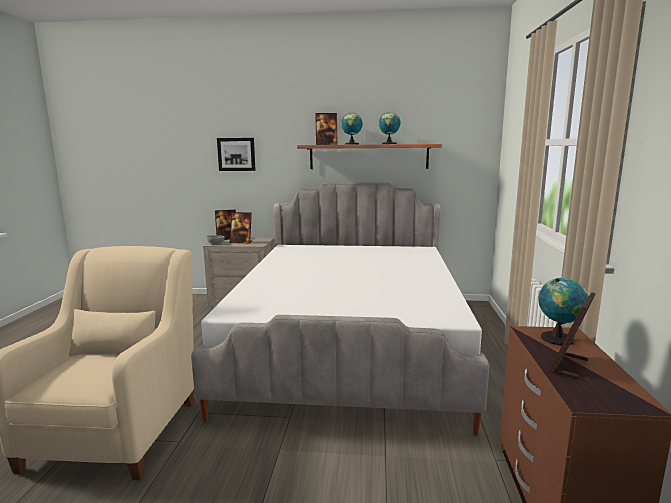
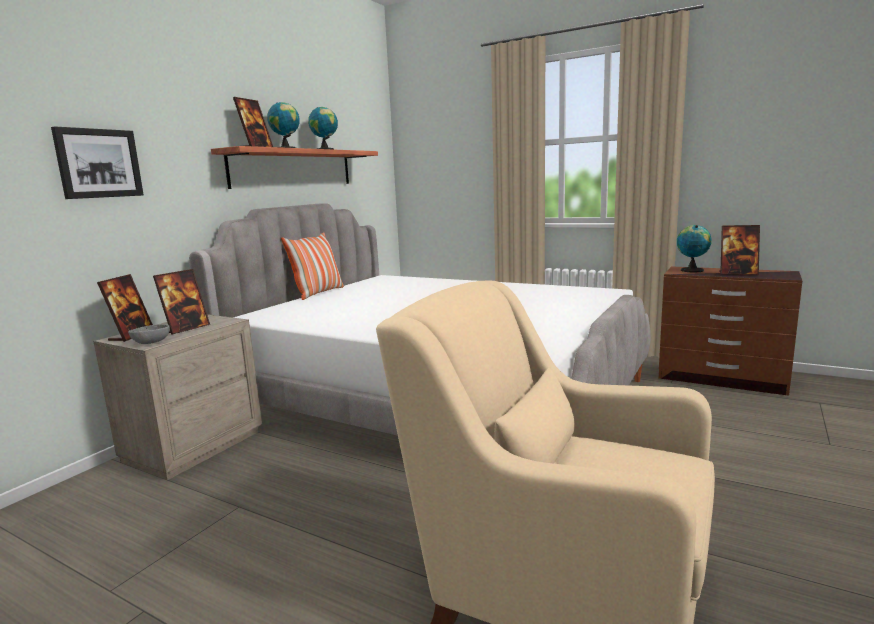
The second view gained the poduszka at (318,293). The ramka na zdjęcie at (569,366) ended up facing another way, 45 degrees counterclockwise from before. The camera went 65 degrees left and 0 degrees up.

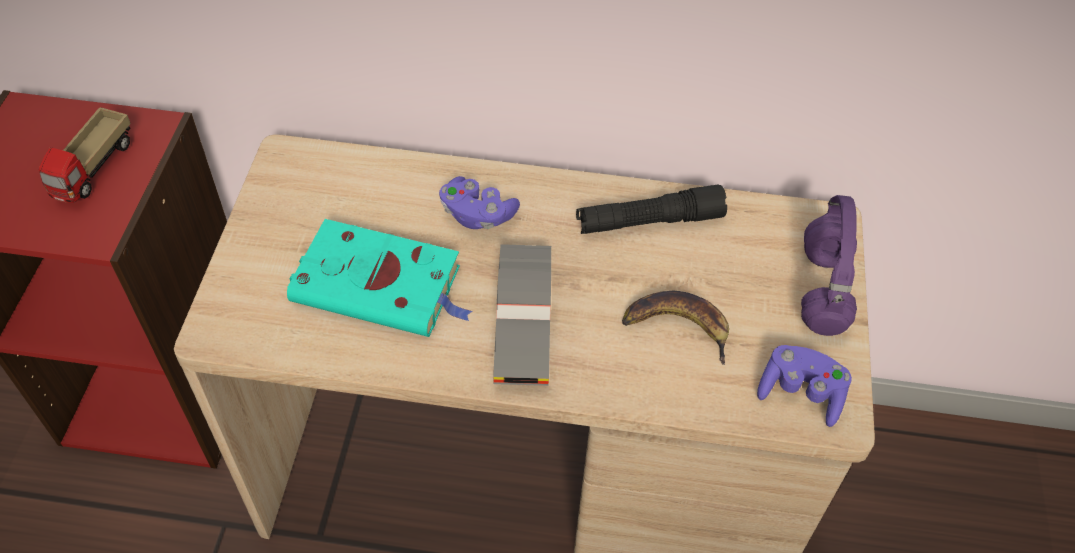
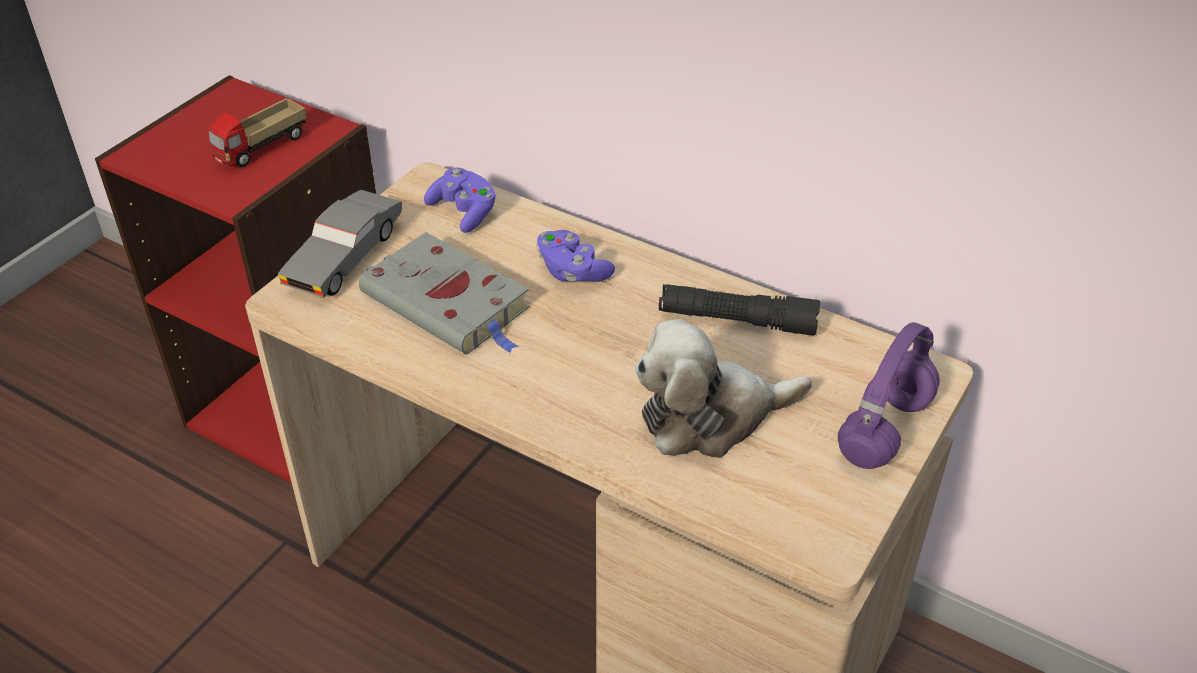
The samochodzik [szary] ended up elsewhere, having gone from (523,324) to (345,257). The pad do gier [fioletowy] ended up elsewhere, having gone from (800,393) to (464,212). Where the banan stood at (678,327), the pluszak came to stand at (711,417). What was the książka [turkusowy] at (381,286) turned into the książka [szary] at (449,303). The camera went 25 degrees right and 10 degrees down.

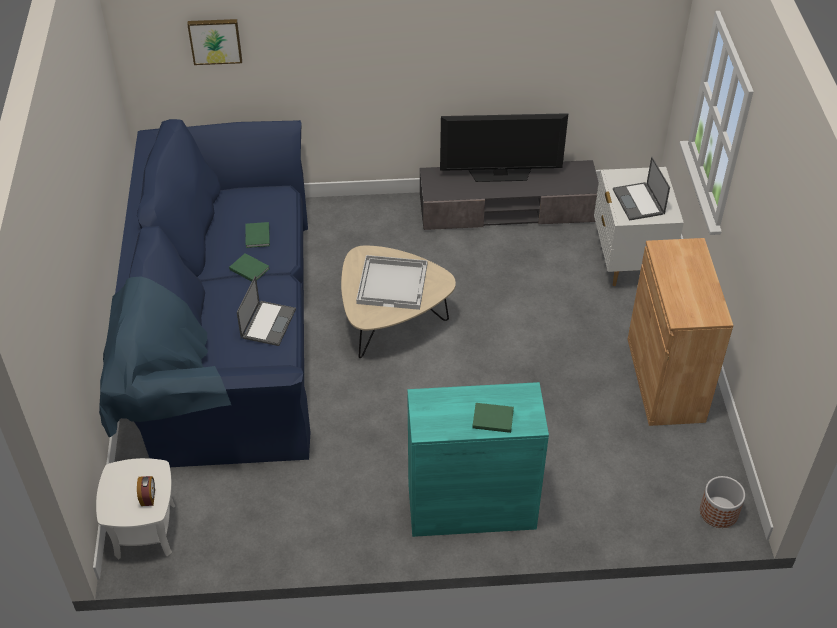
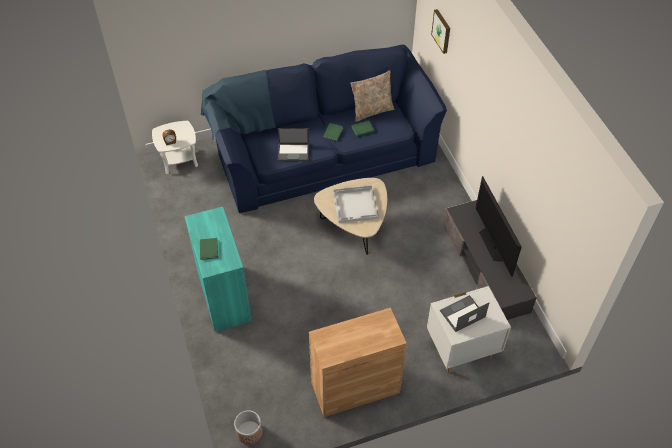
The second view gained the poduszka [beżowy] at (372,110). The camera went 75 degrees right and 5 degrees up.

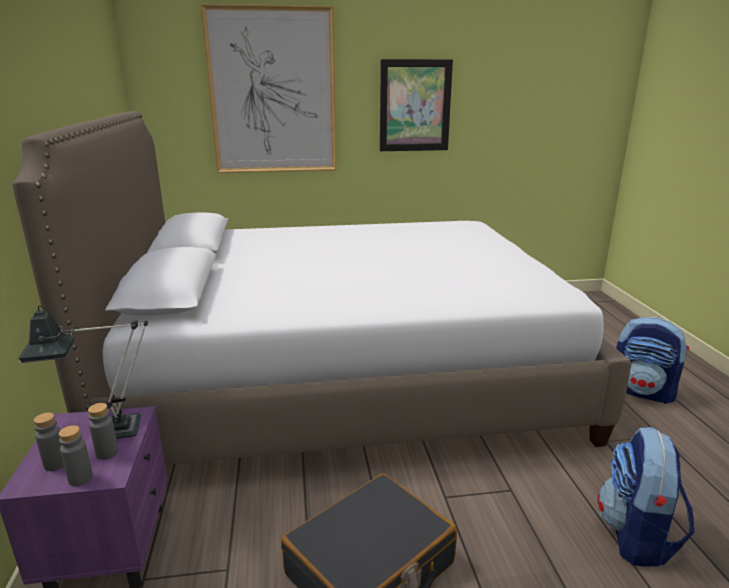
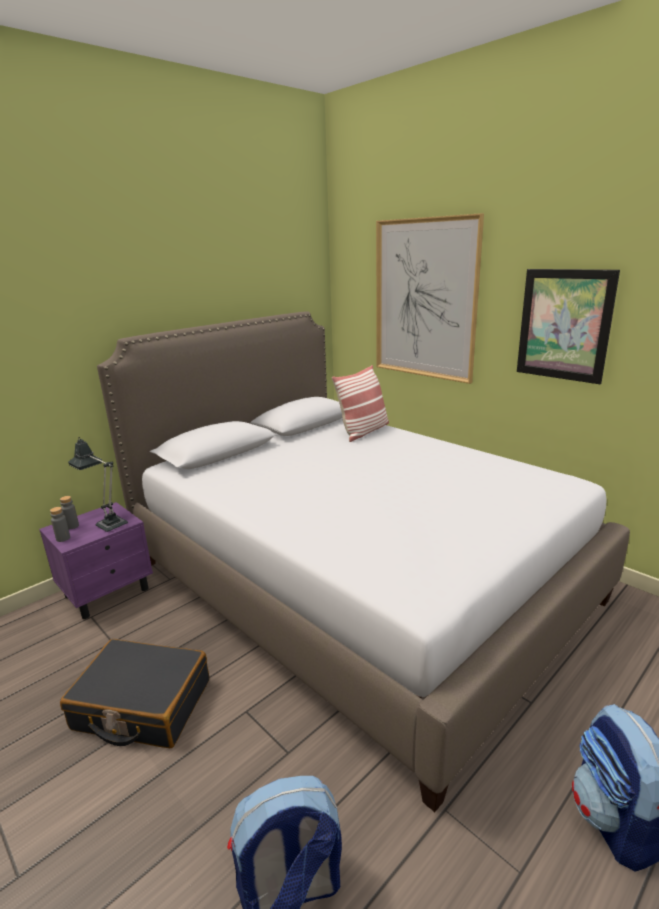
The second view lost the butelka [szary] at (107,453). The second view gained the poduszka at (363,431). The camera went 55 degrees right and 0 degrees up.

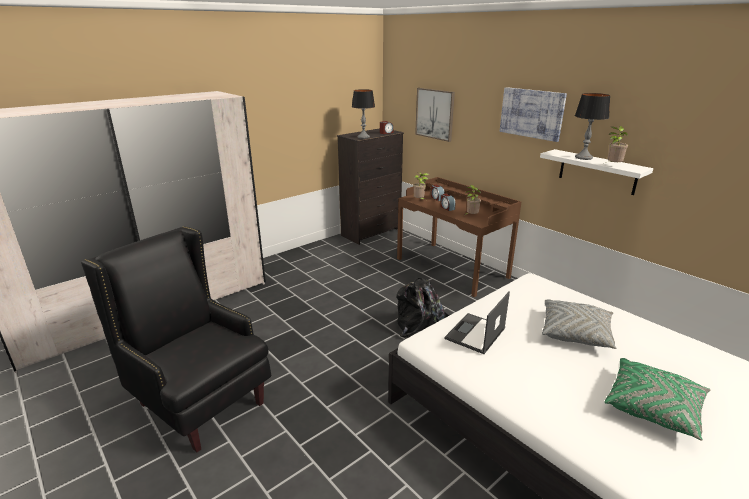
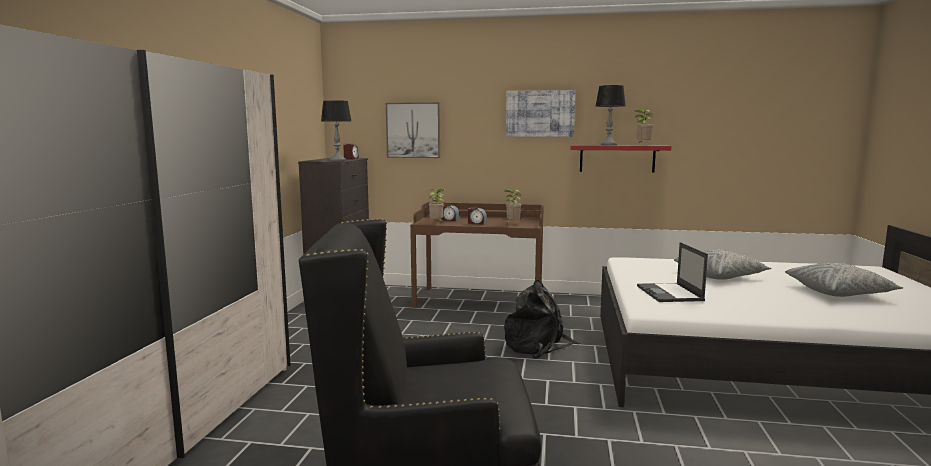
What was the półka [biały] at (597,172) turned into the półka [czerwony] at (617,158). What was the poduszka [zielony] at (653,407) turned into the poduszka [szary] at (839,292). The camera went 40 degrees left and 15 degrees down.

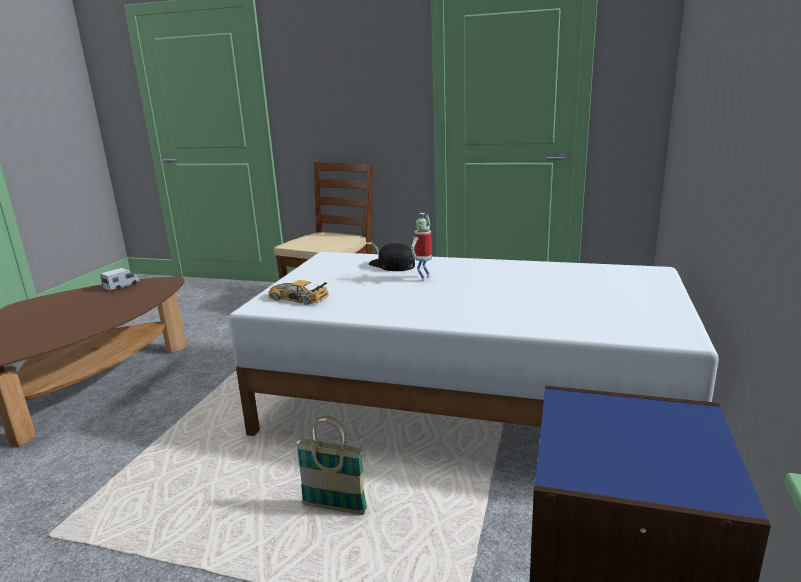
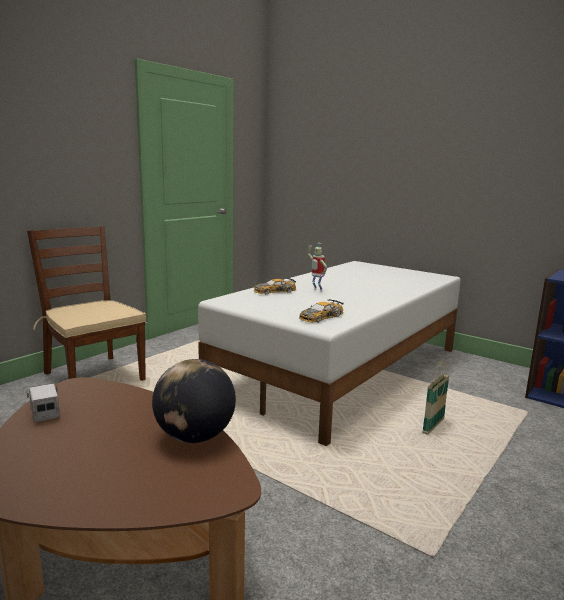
The second view gained the globus at (195,436). Where the czapka z daszkiem [czarny] stood at (392,264), the samochodzik came to stand at (274,291). The camera went 70 degrees left and 5 degrees down.

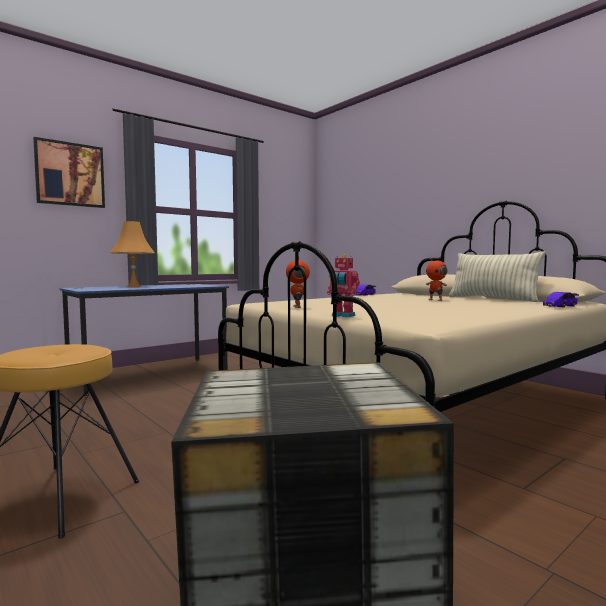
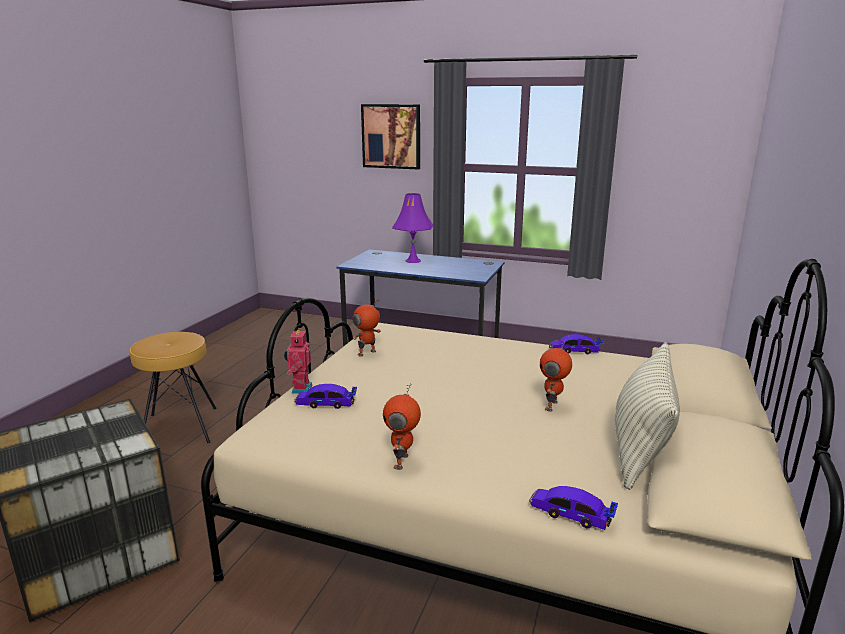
The second view gained the samochodzik at (326,403). The second view gained the robot zabawkowy at (402,462). What was the lampa stołowa [pomarańczowy] at (134,286) turned into the lampa stołowa [fioletowy] at (413,261). The camera went 60 degrees right and 15 degrees up.

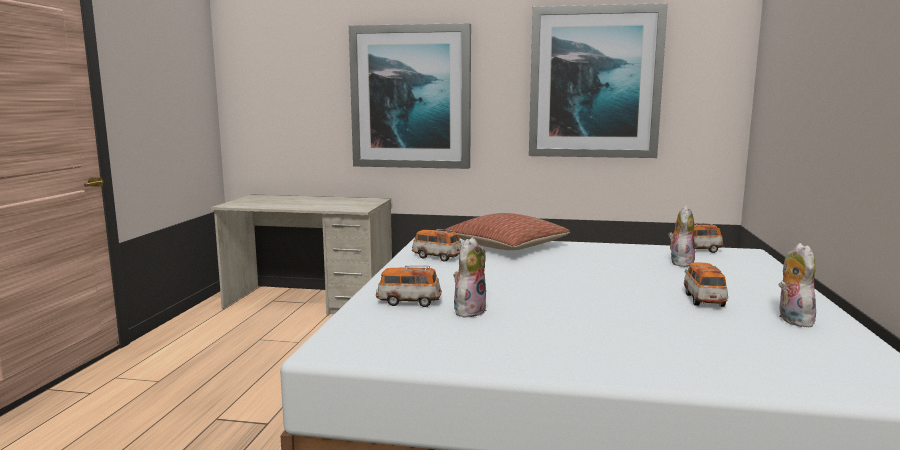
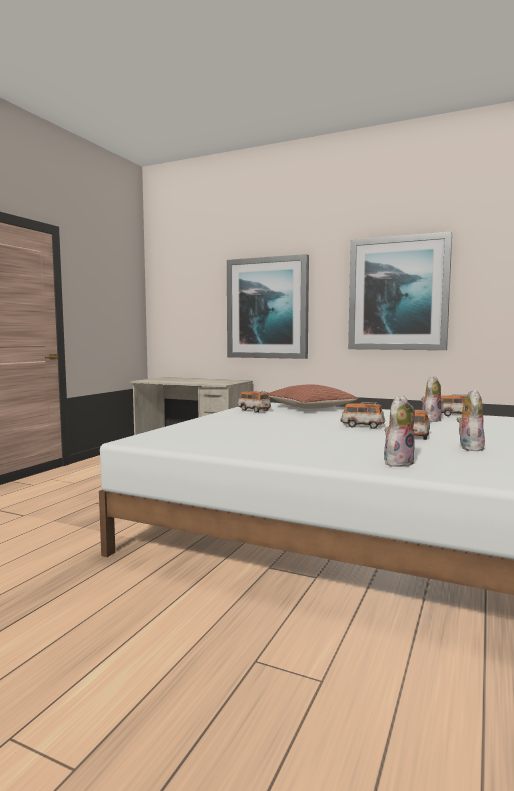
The samochodzik ended up elsewhere, having gone from (408,302) to (362,426). The pluszak ended up elsewhere, having gone from (469,310) to (398,462). The camera went 15 degrees right and 5 degrees down.

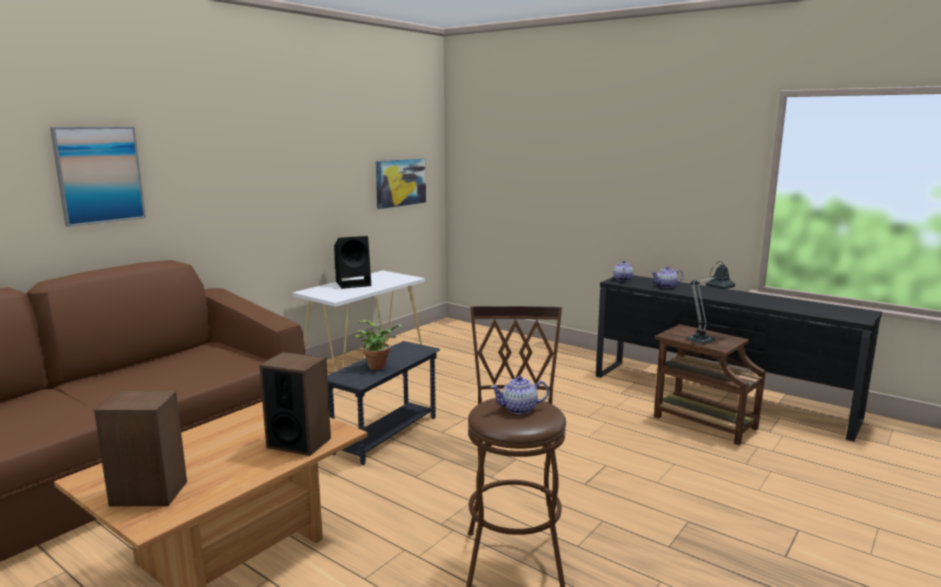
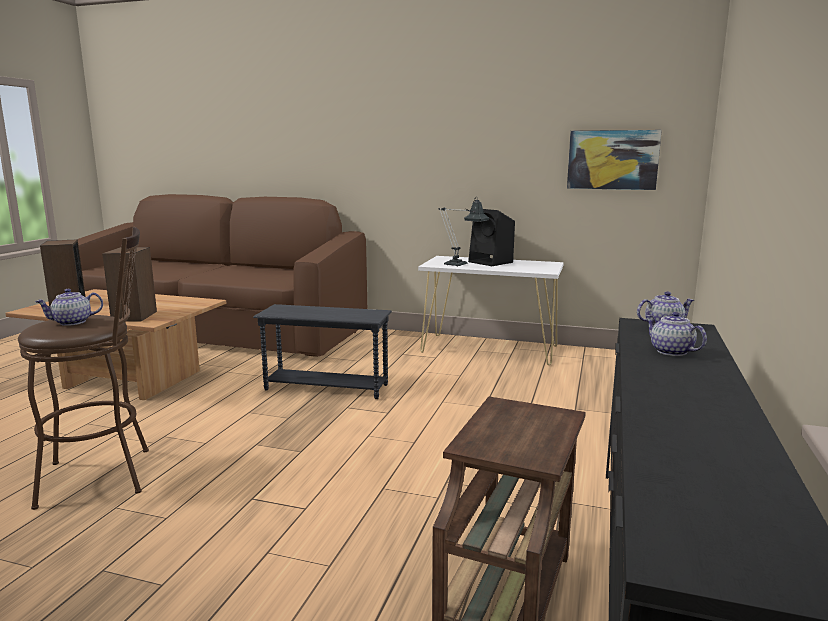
The second view lost the obraz at (99,175). The second view lost the roślina doniczkowa at (379,366). The lampa stołowa ended up elsewhere, having gone from (704,339) to (460,265). The imbryk at (519,409) ended up facing another way, 90 degrees counterclockwise from before. The camera went 70 degrees right and 0 degrees up.

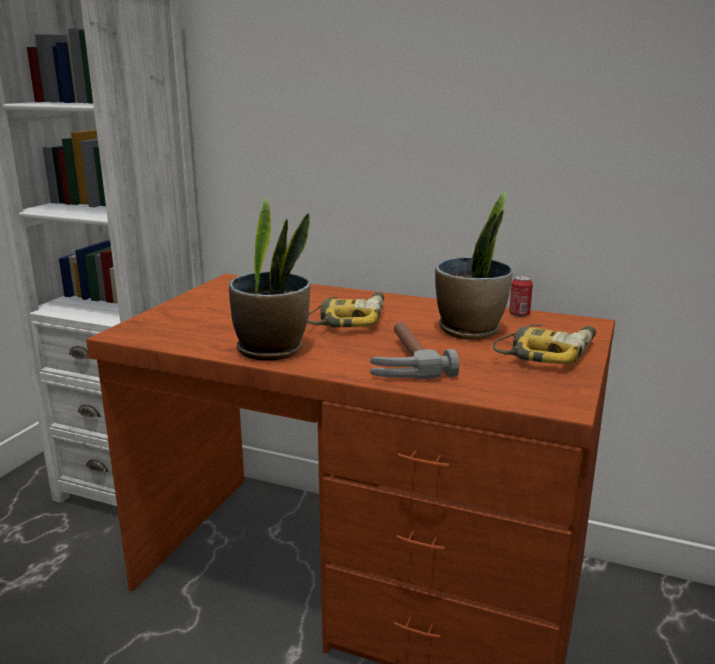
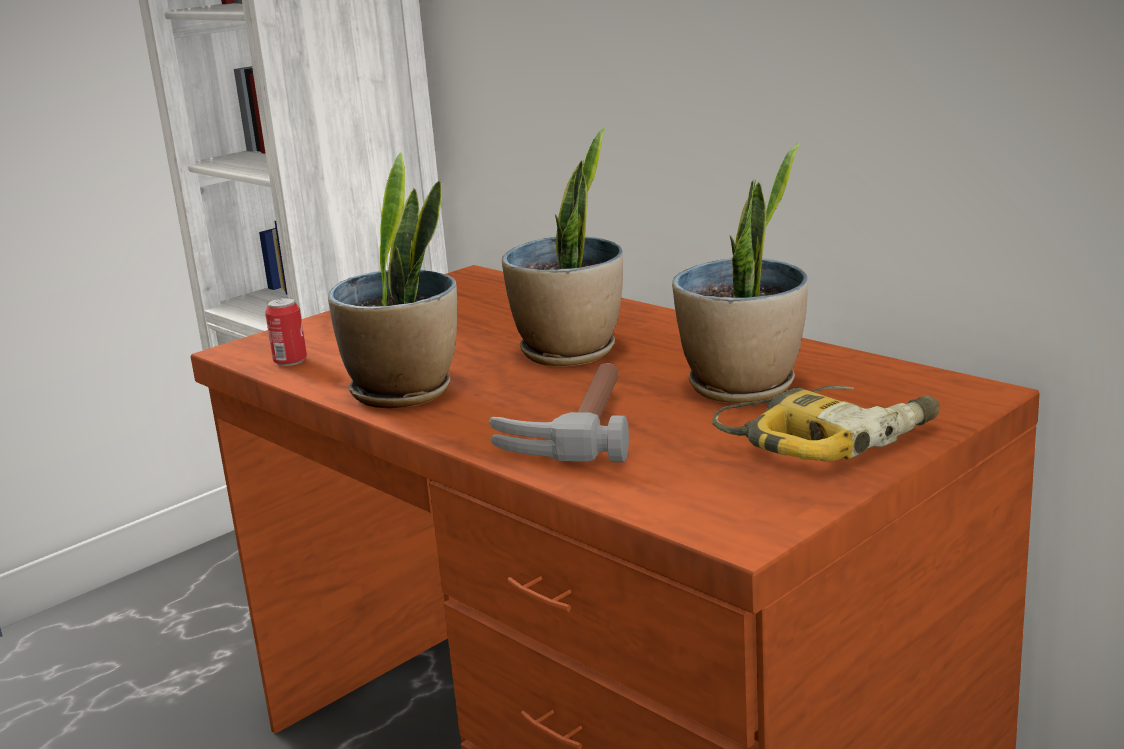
The puszka ended up elsewhere, having gone from (519,314) to (290,361). Where the wiertarka stood at (349,319), the roślina doniczkowa came to stand at (570,353). The camera went 25 degrees right and 0 degrees up.

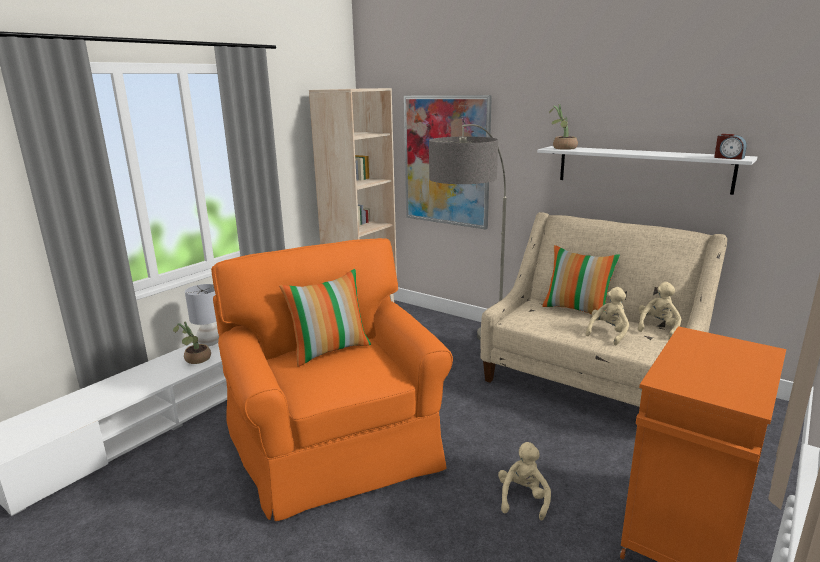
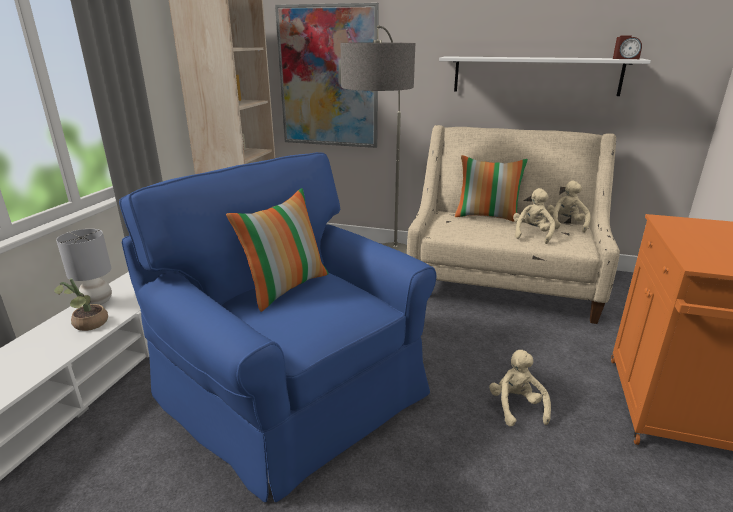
The second view lost the roślina doniczkowa at (562,148). What was the fotel [pomarańczowy] at (336,444) turned into the fotel [niebieski] at (296,392). The camera went 20 degrees left and 5 degrees up.

